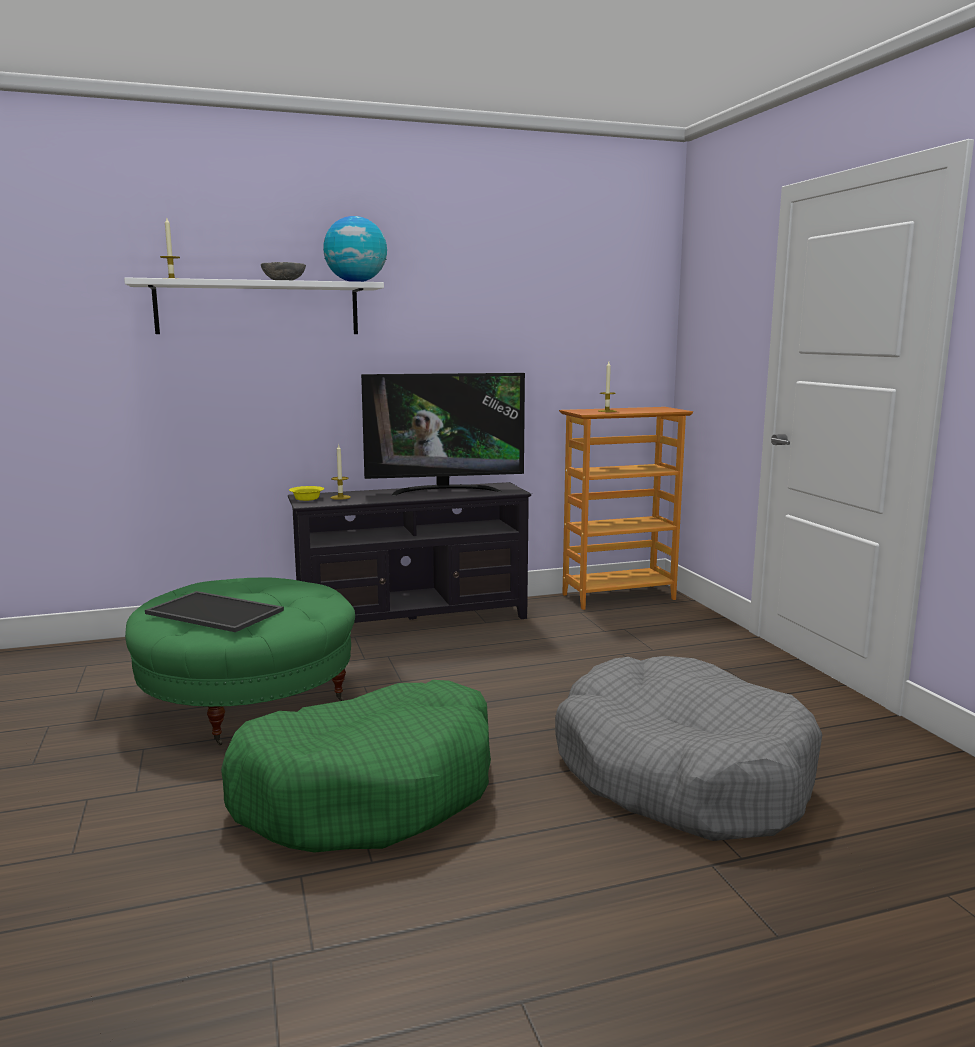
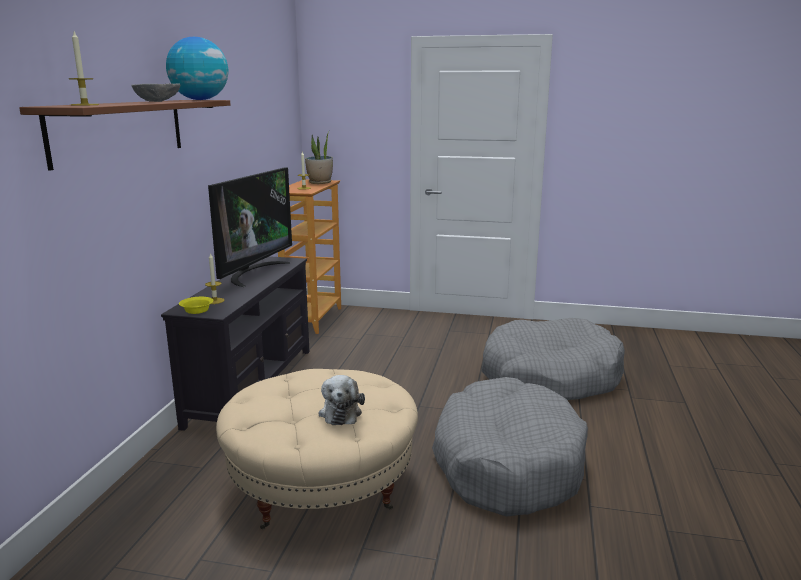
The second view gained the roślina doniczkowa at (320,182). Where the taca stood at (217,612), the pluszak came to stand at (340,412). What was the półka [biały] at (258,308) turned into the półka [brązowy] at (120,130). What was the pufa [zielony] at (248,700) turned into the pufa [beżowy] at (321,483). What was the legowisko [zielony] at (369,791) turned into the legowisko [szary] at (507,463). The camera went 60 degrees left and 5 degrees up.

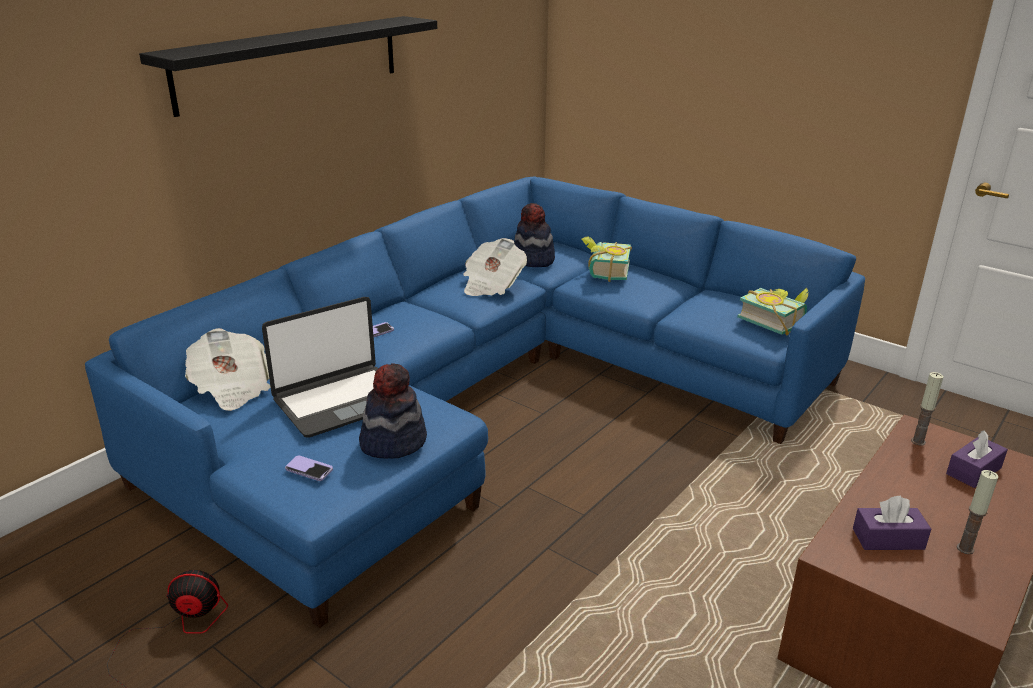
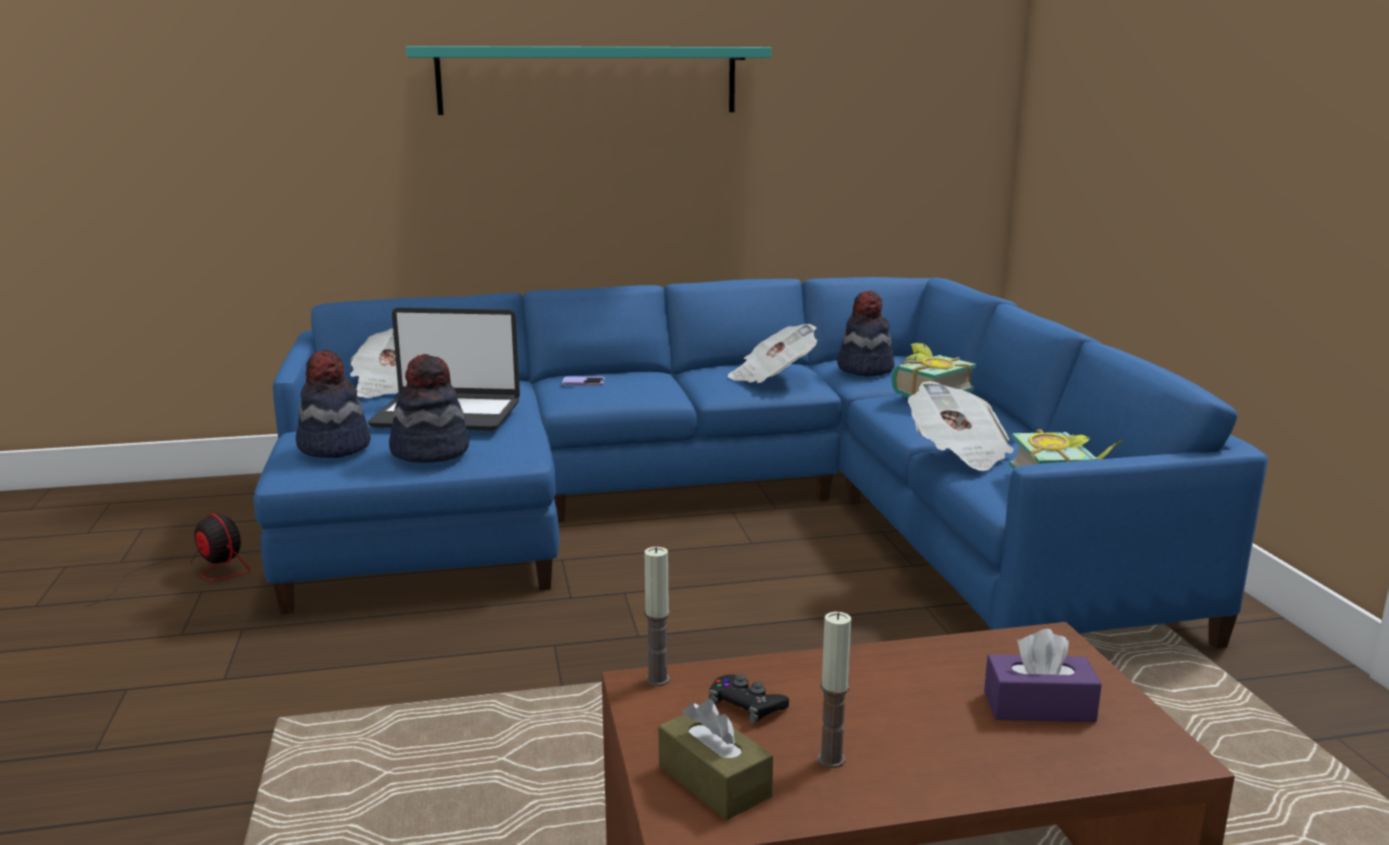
The second view gained the pudełko chusteczek [brązowy] at (714,781). The second view gained the gazeta at (958,453). The świeca ended up elsewhere, having gone from (918,441) to (657,679). Where the telefon stood at (309,469), the kapelusz came to stand at (333,447). Where the pudełko chusteczek [fioletowy] stood at (888,539), the pad do gier [czarny] came to stand at (746,705). What was the półka [czarny] at (291,62) turned into the półka [turkusowy] at (588,80). The camera went 40 degrees right and 10 degrees down.

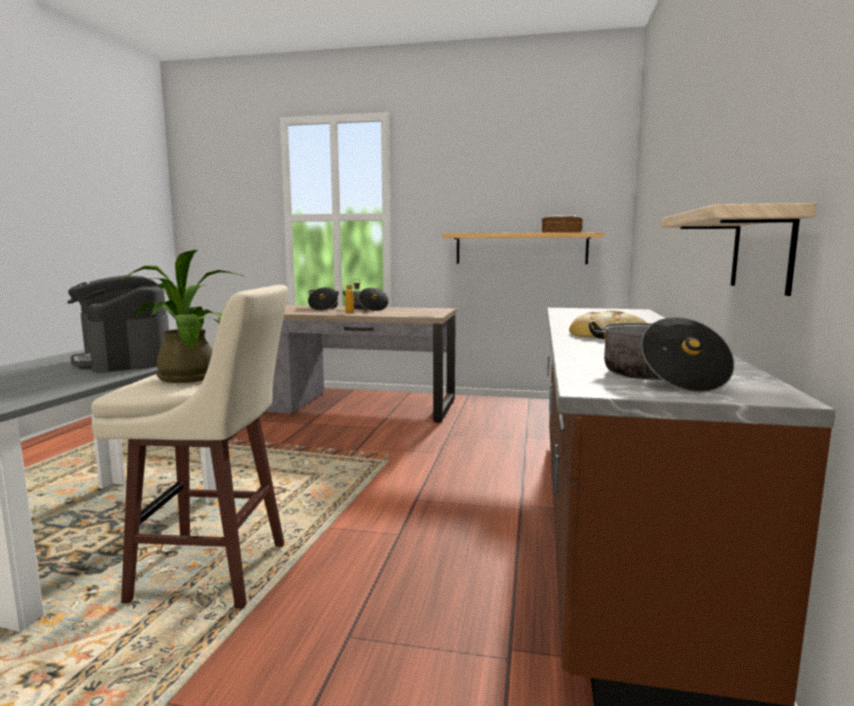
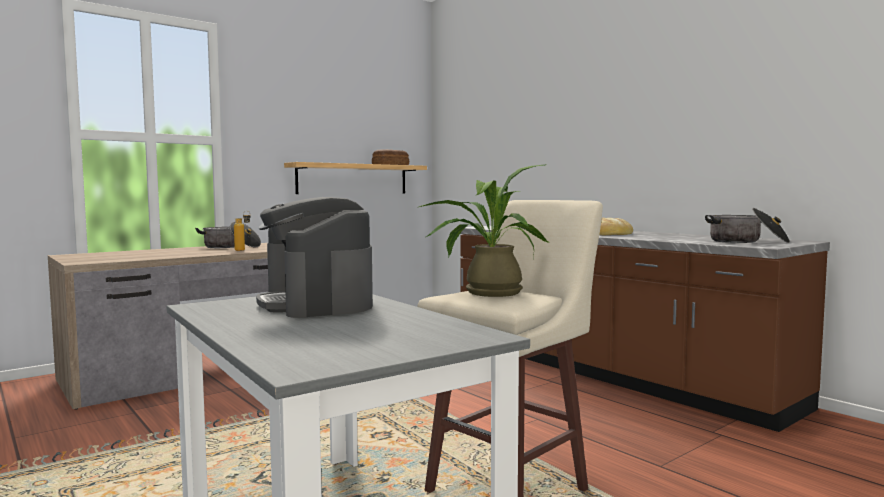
The second view lost the garnek at (323,308). The second view lost the półka at (762,251). The ekspres do kawy at (124,361) ended up facing another way, 60 degrees clockwise from before. The camera went 50 degrees left and 5 degrees down.

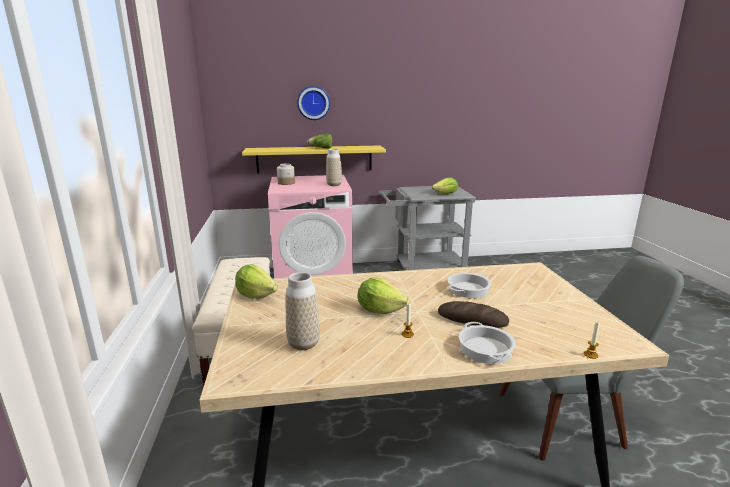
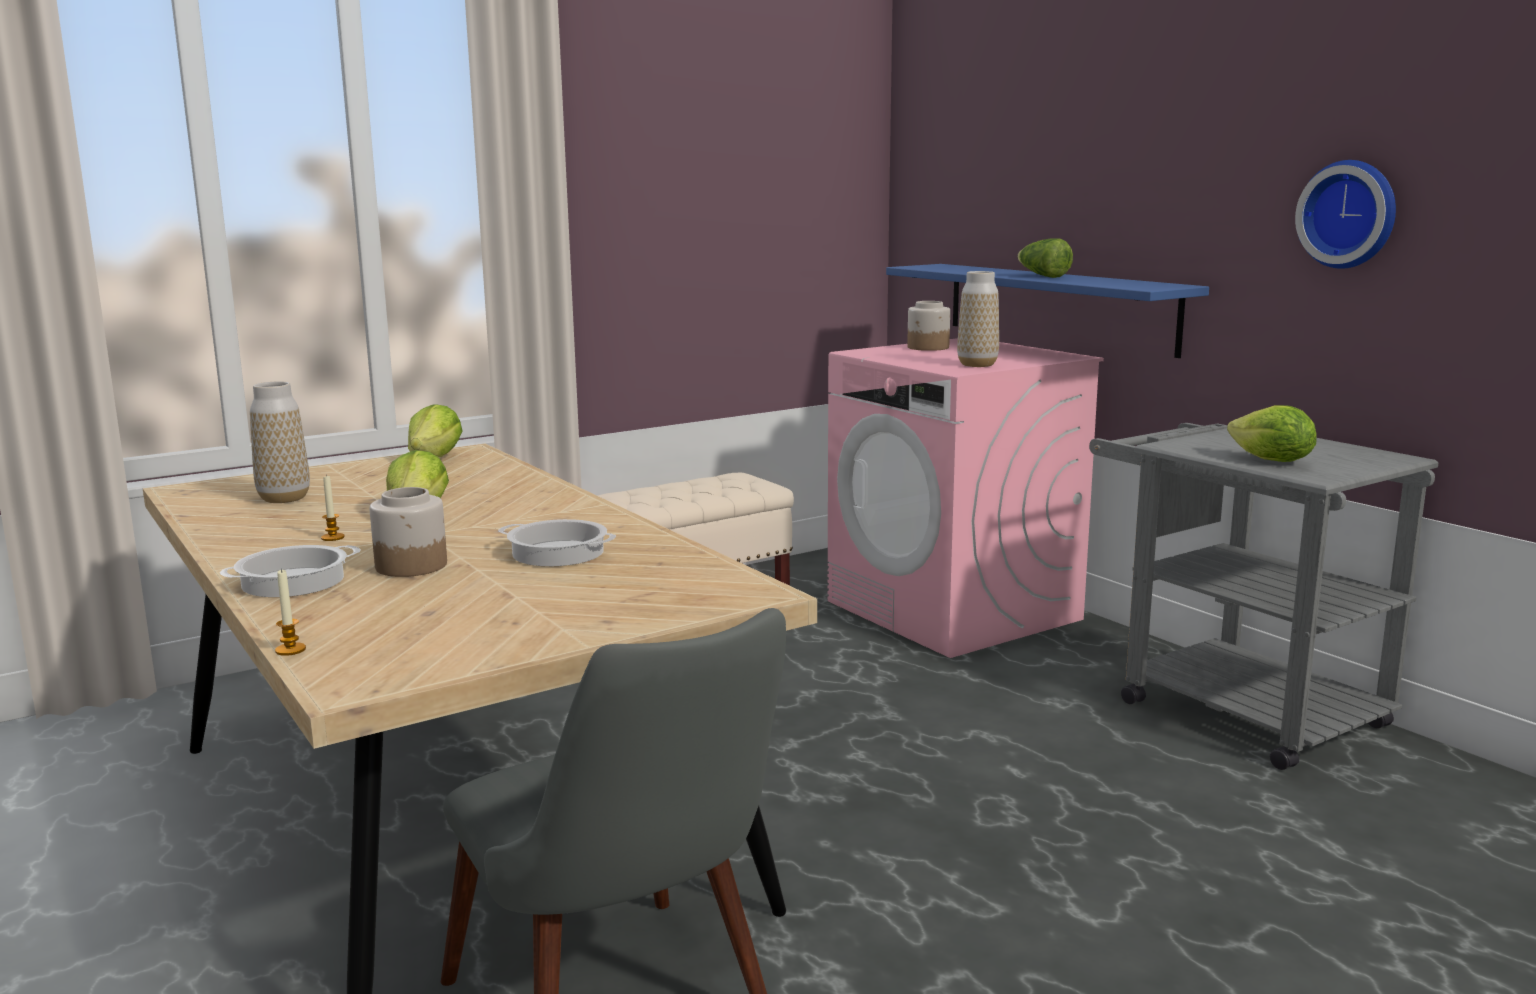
The zegar ścienny ended up elsewhere, having gone from (313,103) to (1350,214). Where the chleb stood at (472,319), the słoik came to stand at (412,566). What was the półka [żółty] at (314,159) turned into the półka [niebieski] at (1058,307). The camera went 65 degrees right and 5 degrees down.

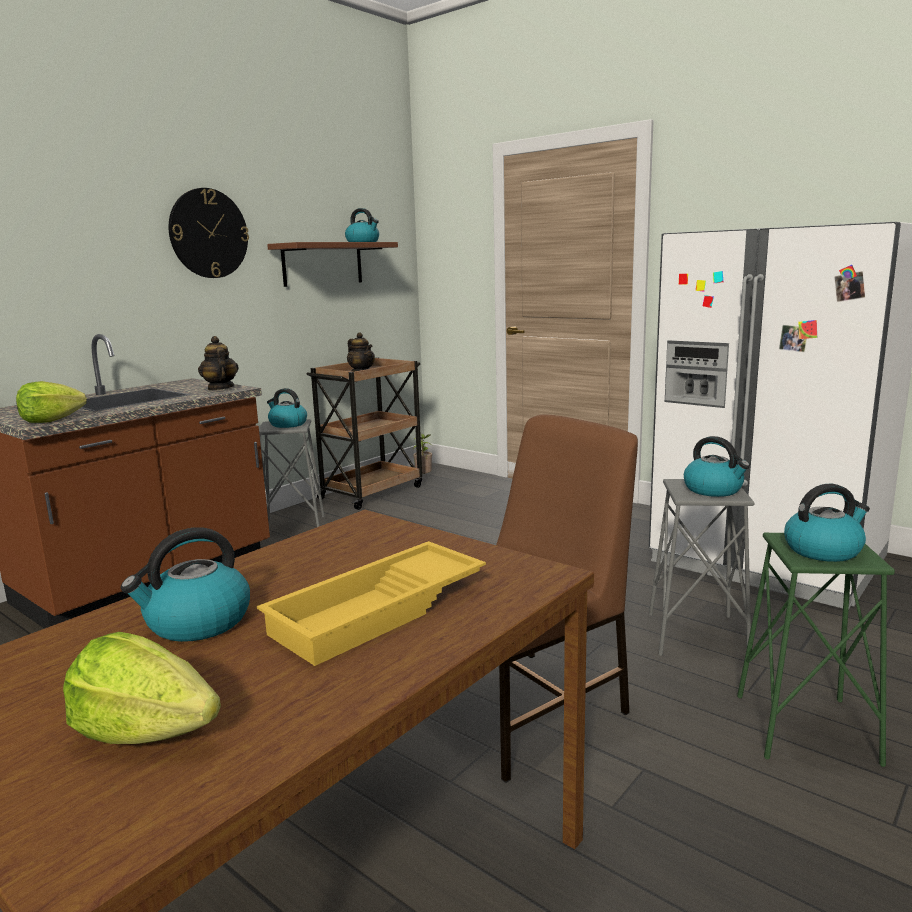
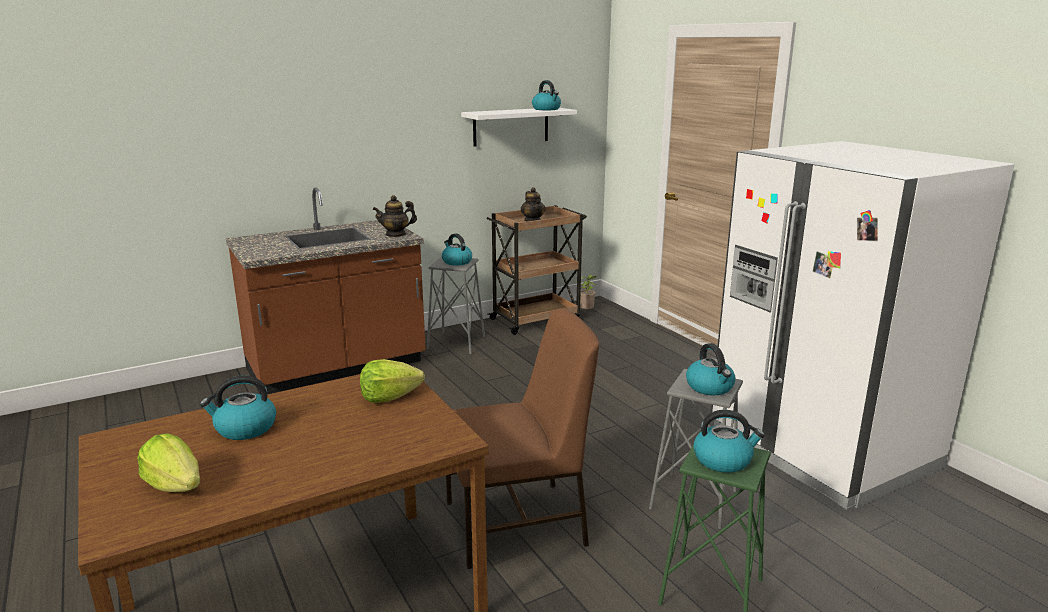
The second view lost the zegar ścienny at (208,233). The second view lost the taca [żółty] at (379,612). The sałata ended up elsewhere, having gone from (51,420) to (389,397). What was the półka [brązowy] at (322,264) turned into the półka [biały] at (511,126). The imbryk at (220,388) ended up facing another way, 105 degrees counterclockwise from before. The camera went 20 degrees right and 5 degrees up.

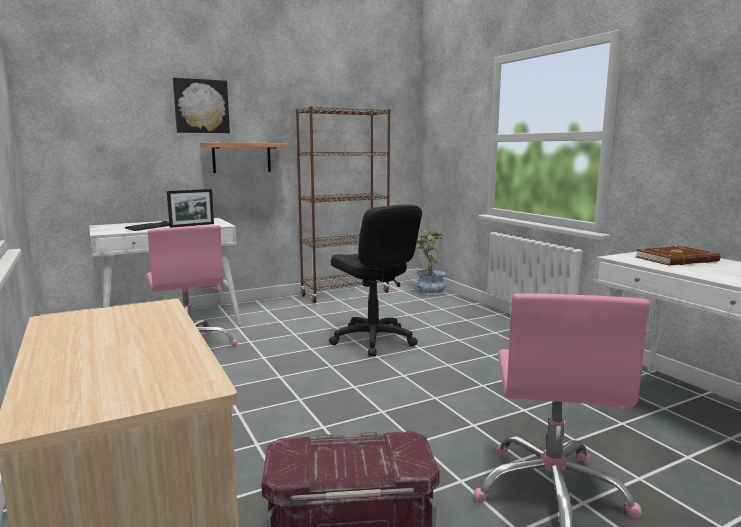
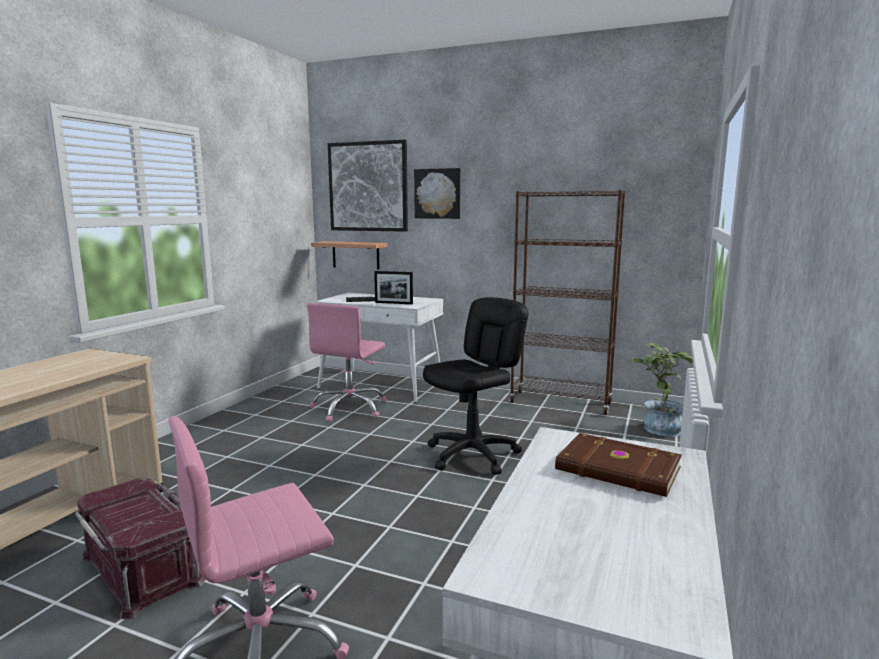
The second view gained the obraz at (368,187). The półka ended up elsewhere, having gone from (241,157) to (355,255). The krzesło biurowe [czarny] at (373,340) ended up facing another way, 150 degrees counterclockwise from before. The camera went 50 degrees right and 0 degrees up.

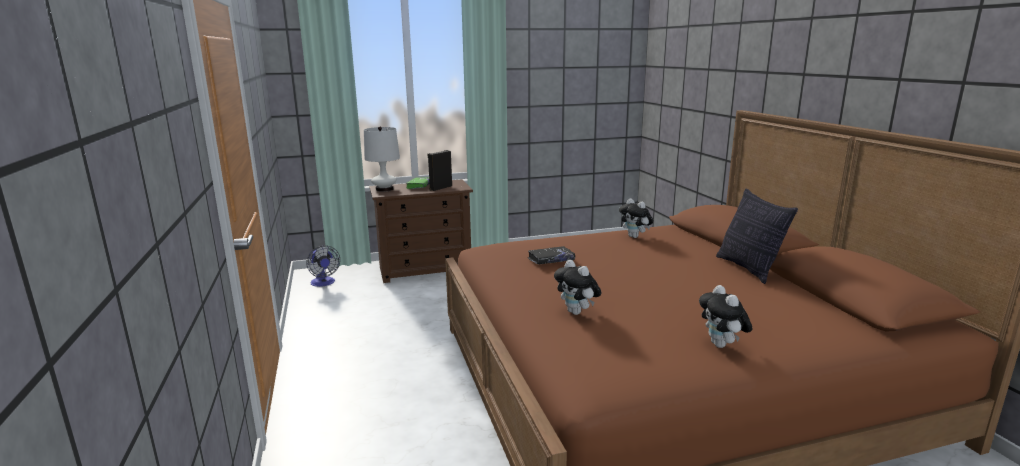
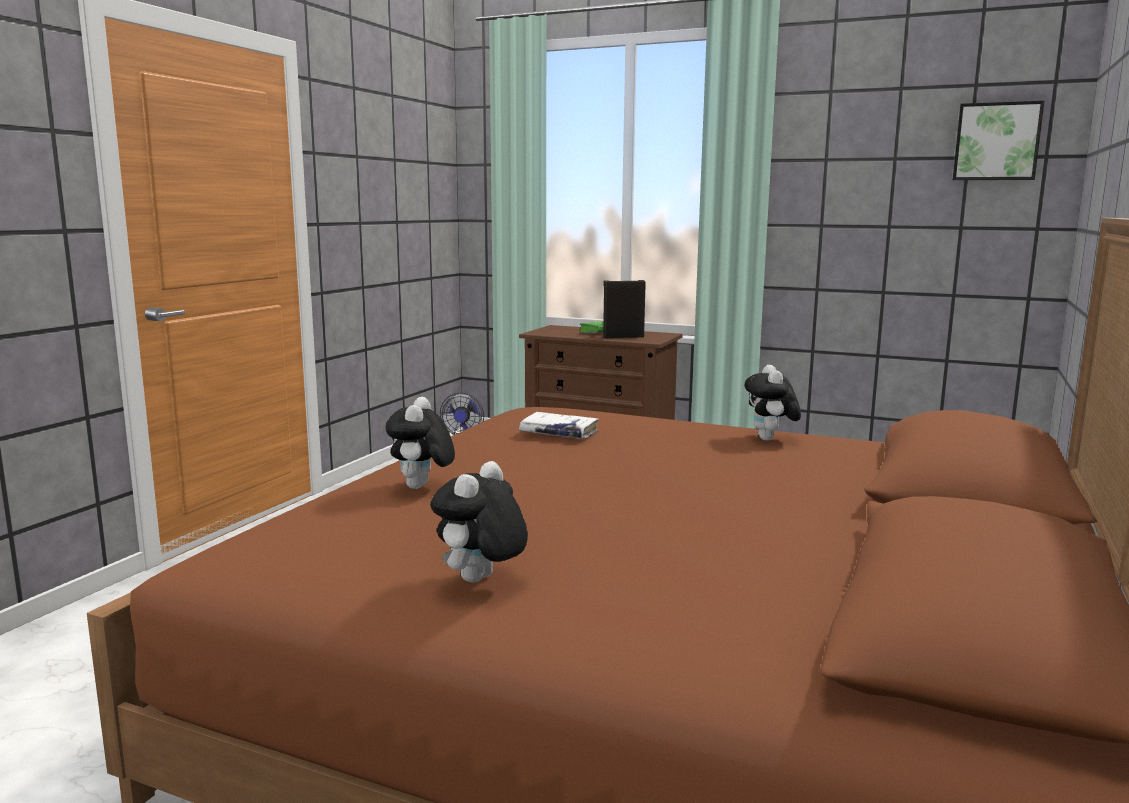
The second view lost the lampa stołowa [biały] at (384,189). The second view lost the poduszka at (749,269). The second view gained the obraz at (996,142). What was the książka [czarny] at (551,260) turned into the książka [biały] at (559,434). The camera went 40 degrees right and 5 degrees down.

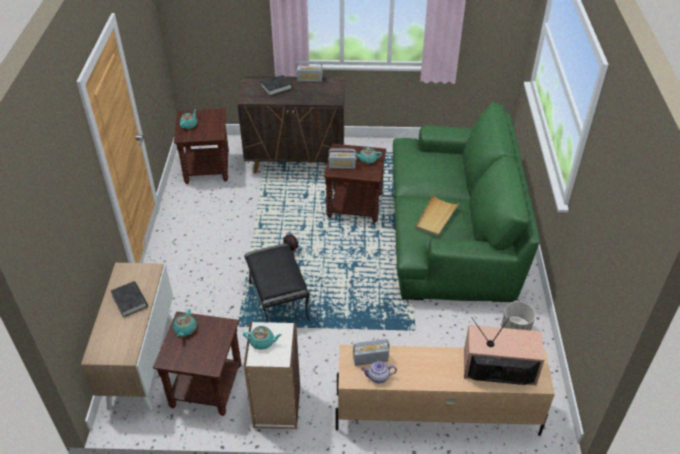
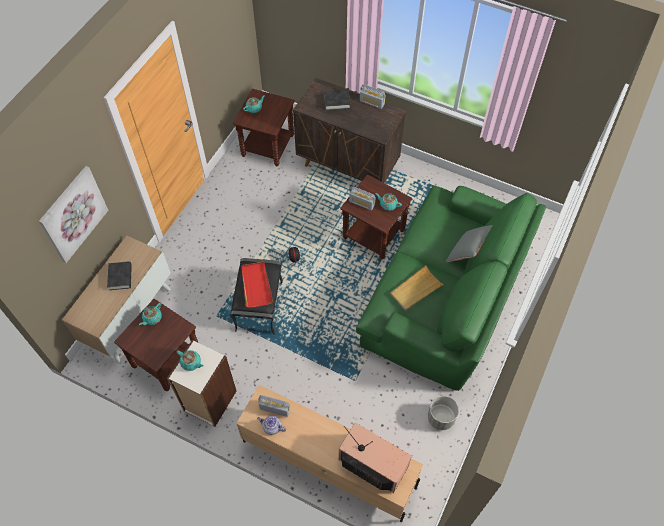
The second view gained the obraz at (73,214). The second view gained the taca [czerwony] at (256,285). The second view gained the poduszka [szary] at (467,253). The camera went 25 degrees right and 15 degrees up.

